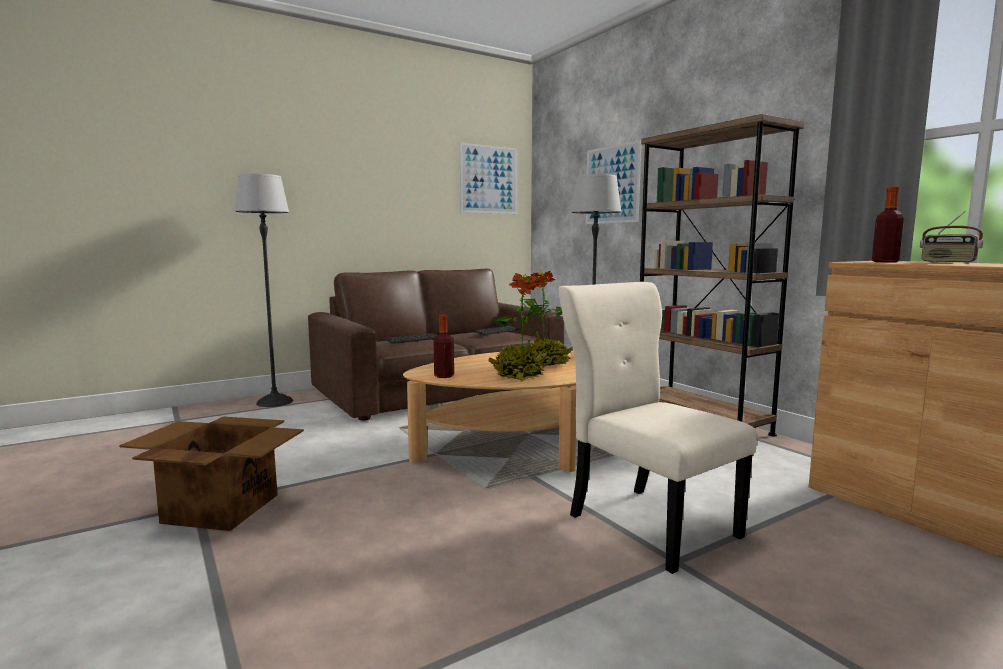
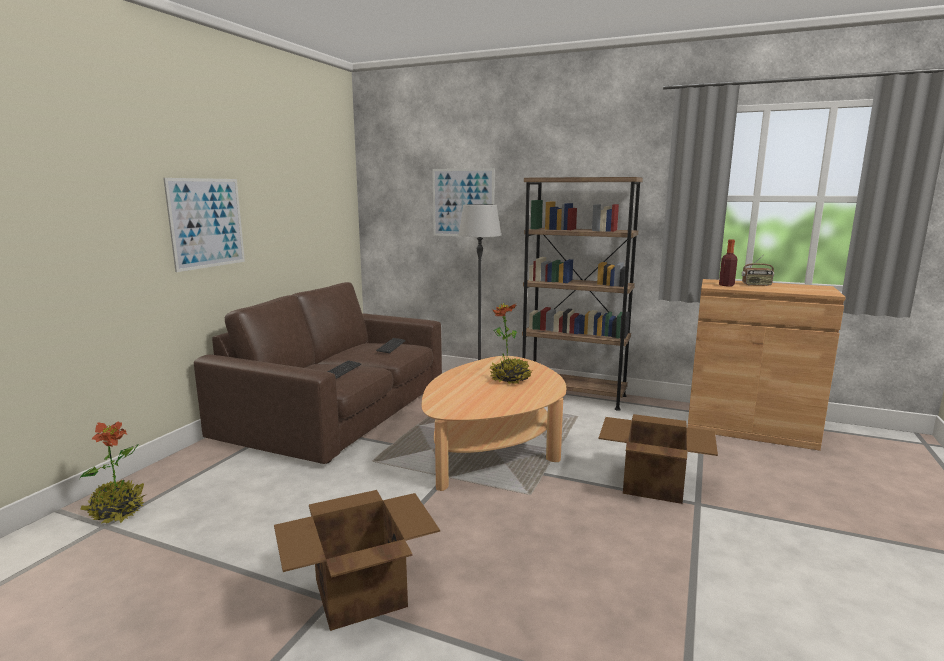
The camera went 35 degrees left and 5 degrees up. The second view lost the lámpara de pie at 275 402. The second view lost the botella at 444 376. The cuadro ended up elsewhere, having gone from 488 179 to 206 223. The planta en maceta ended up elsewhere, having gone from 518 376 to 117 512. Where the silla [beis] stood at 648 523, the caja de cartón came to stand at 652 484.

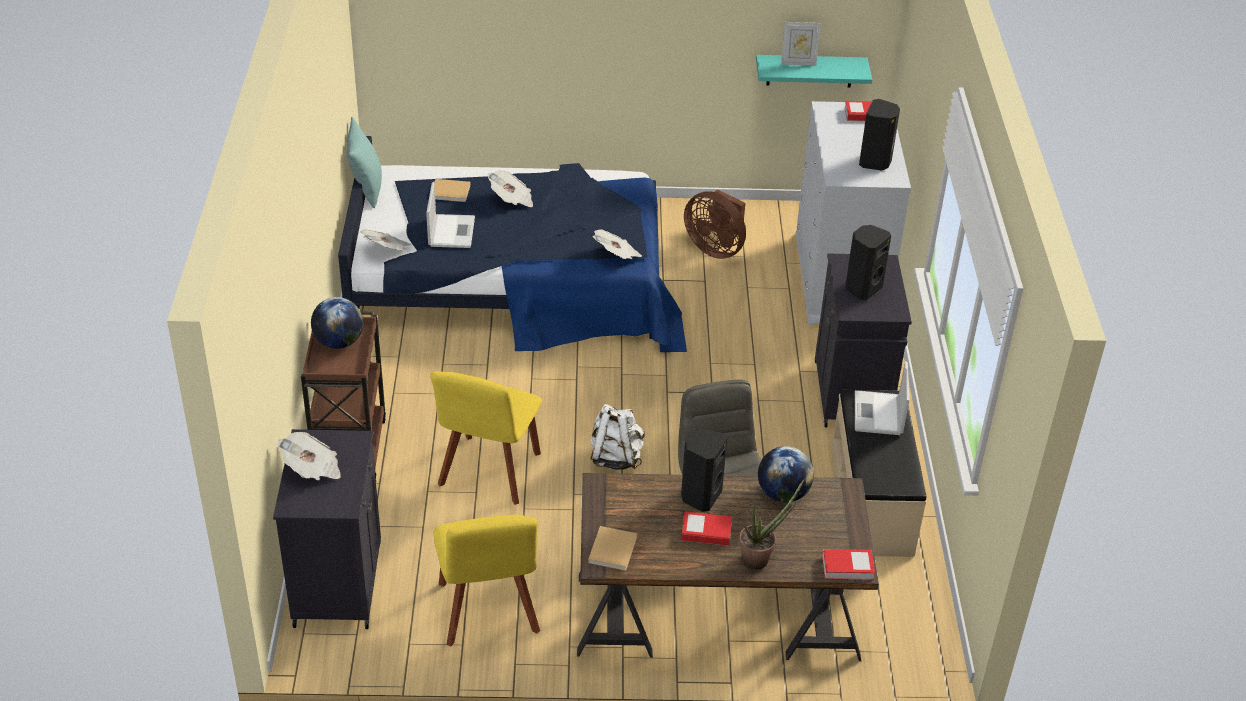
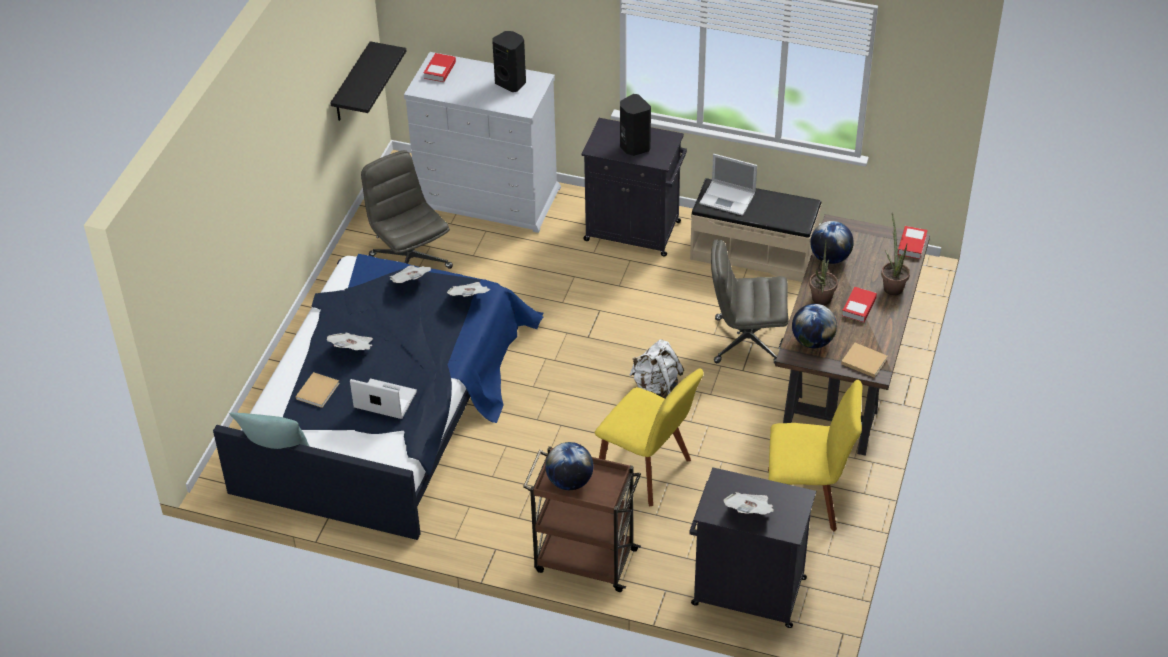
The camera went 70 degrees left and 5 degrees up. The periódico ended up elsewhere, having gone from 387 250 to 411 282. Where the altavoz [negro] stood at 700 496, the planta en maceta came to stand at 820 301. Where the ventilador [marrón] stood at 715 248, the silla de oficina [gris] came to stand at 410 261. What was the estante [turquesa] at 810 71 turned into the estante [negro] at 352 84. The second view lost the portarretratos at 798 63. The second view gained the globo terráqueo at 812 341.

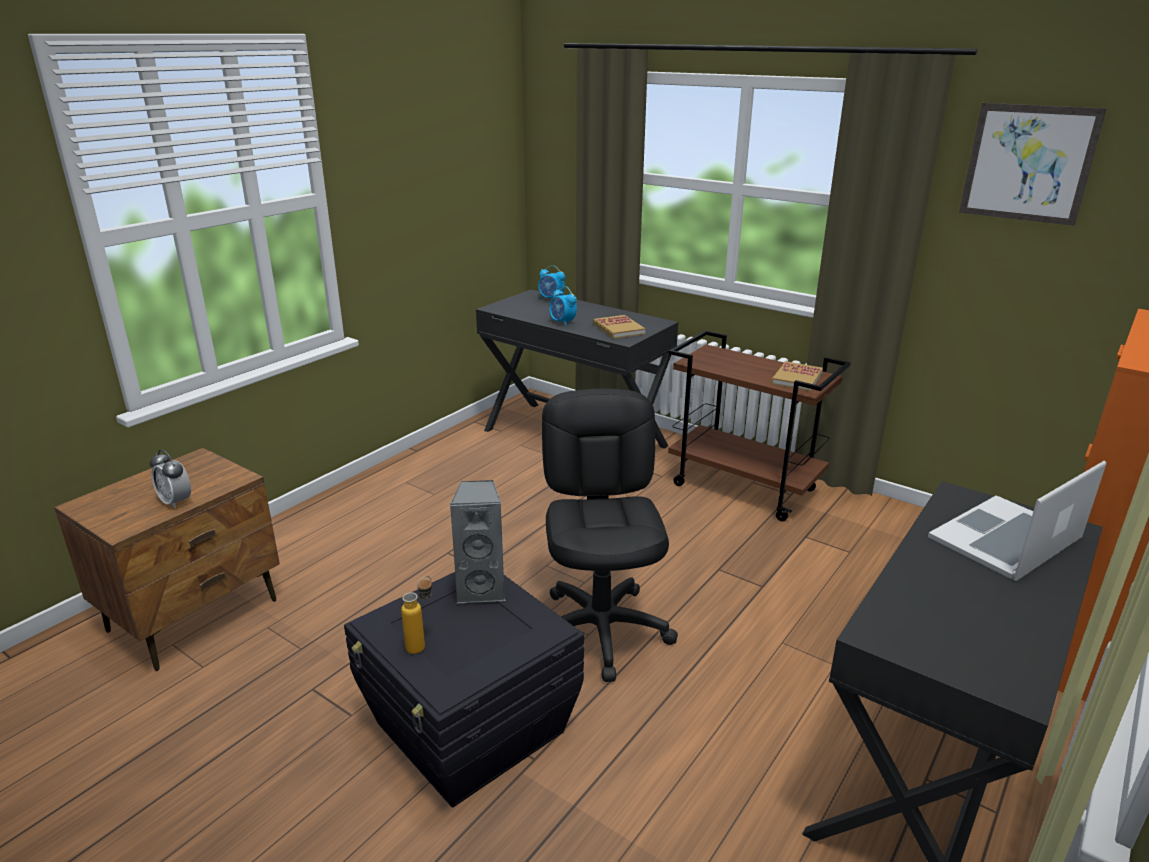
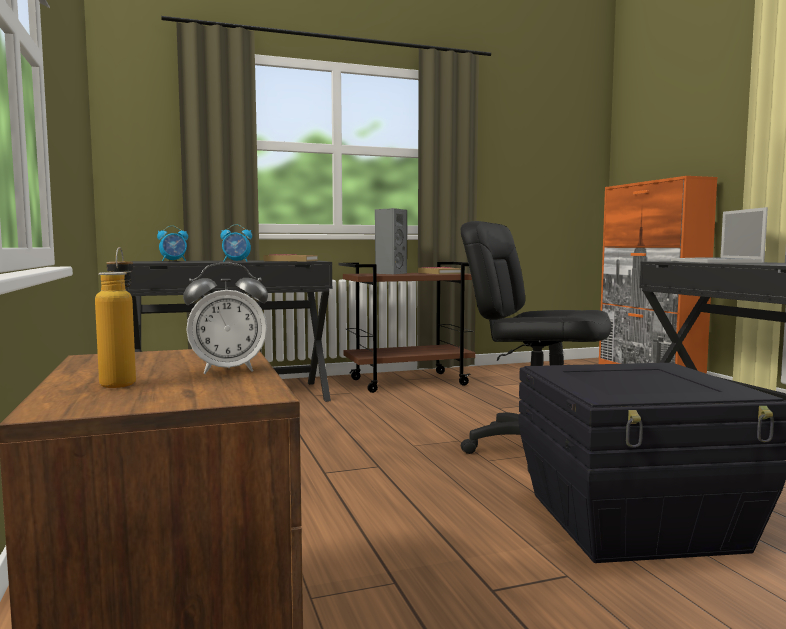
The camera went 55 degrees left and 20 degrees down. The botella ended up elsewhere, having gone from 422 644 to 121 382. The altavoz [gris] ended up elsewhere, having gone from 482 589 to 390 273. The second view lost the cuadro at 1028 163.

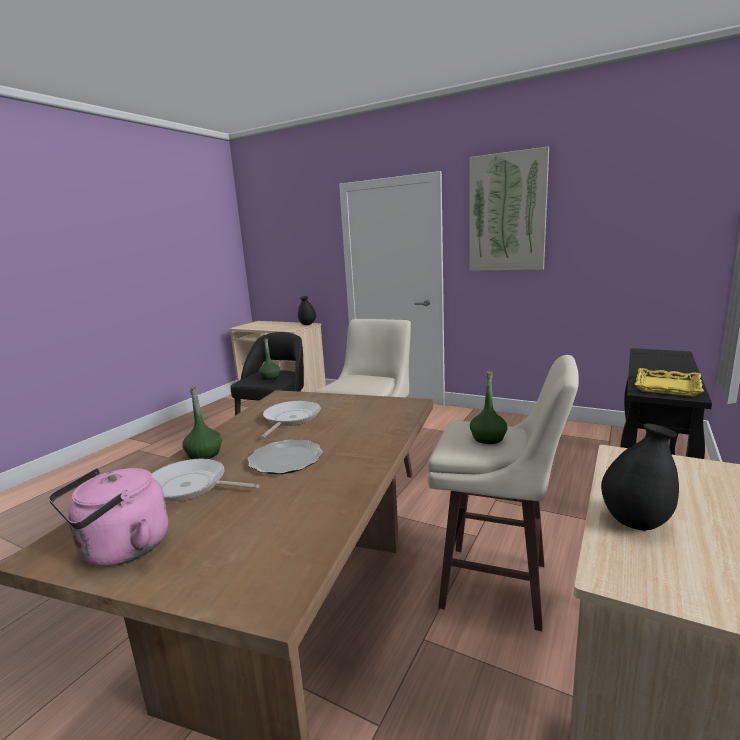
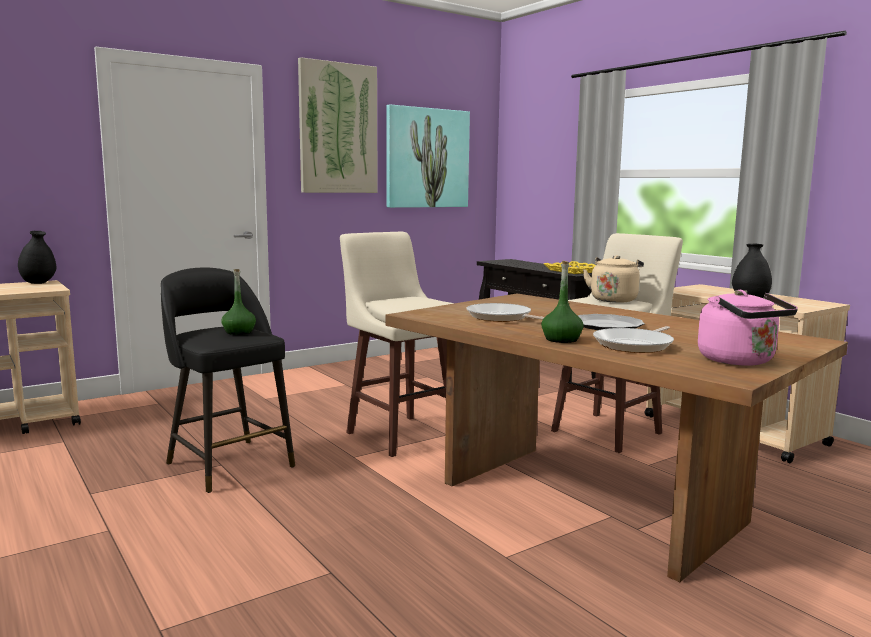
The camera went 65 degrees left and 5 degrees down. Where the botella [verde] stood at 488 438, the hervidor [beis] came to stand at 614 299. The second view gained the cuadro at 427 158.

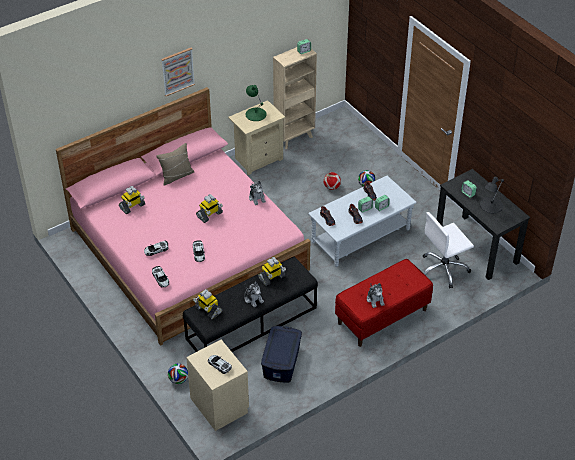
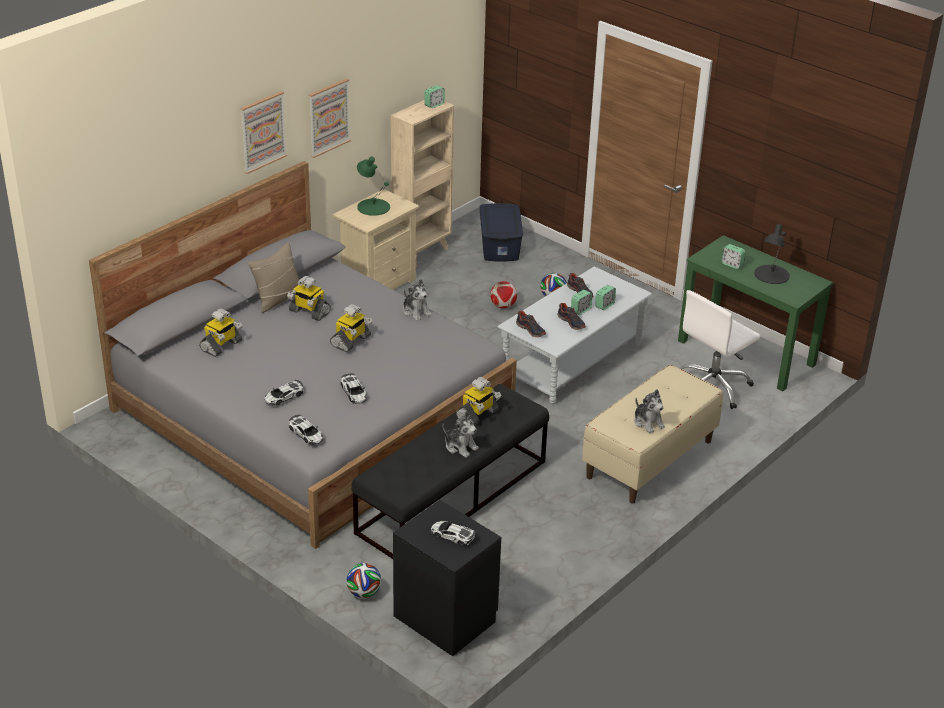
The camera went 15 degrees left and 10 degrees down. What was the cama [rosa] at 188 249 turned into the cama [gris] at 312 411. What was the mesita de noche [beis] at 220 405 turned into the mesita de noche [negro] at 446 618. The robot de juguete ended up elsewhere, having gone from 208 310 to 309 312. The caja de almacenaje [azul] ended up elsewhere, having gone from 282 362 to 500 245. What was the banco [rojo] at 382 317 turned into the banco [beis] at 649 459. What was the escritorio [negro] at 476 247 turned into the escritorio [verde] at 746 353. The second view gained the cuadro at 329 117.

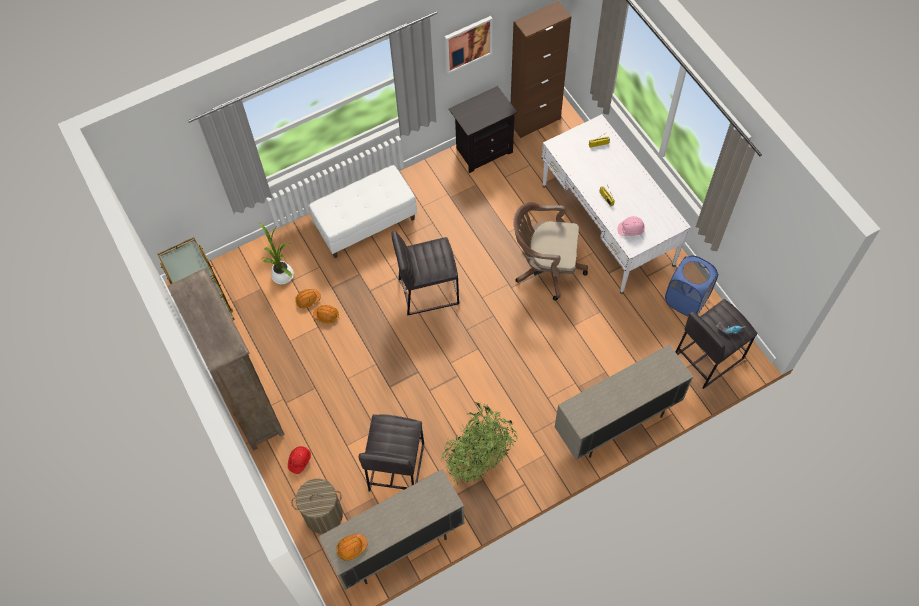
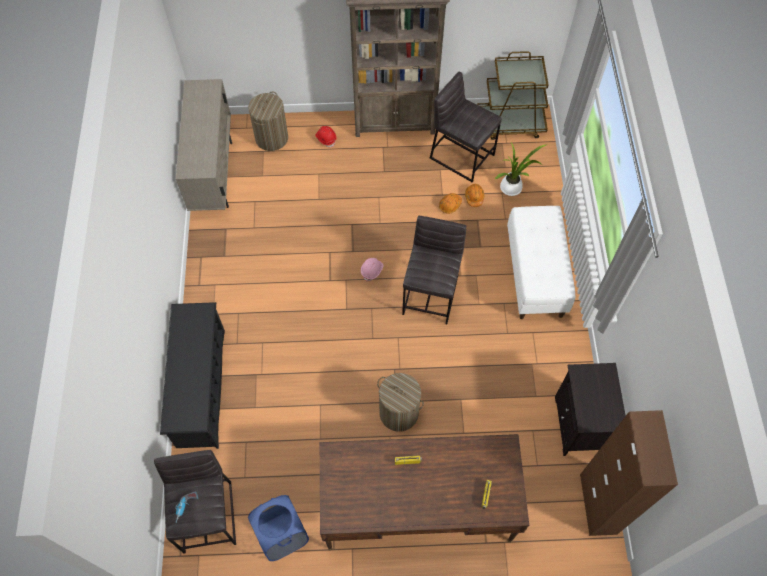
The camera went 115 degrees right and 0 degrees up. The second view lost the casco [naranja] at 351 548. The taburete [gris] ended up elsewhere, having gone from 395 467 to 462 155. The second view lost the planta en maceta at 478 460. The second view lost the cuadro at 468 44. Where the silla de oficina [marrón] stood at 545 268, the cesto de la ropa came to stand at 399 413. What was the escritorio [blanco] at 607 224 turned into the escritorio [marrón] at 418 506. Where the armario [beis] stood at 616 423, the zapatero [negro] came to stand at 201 388. The casco [rosa] ended up elsewhere, having gone from 630 230 to 372 270.

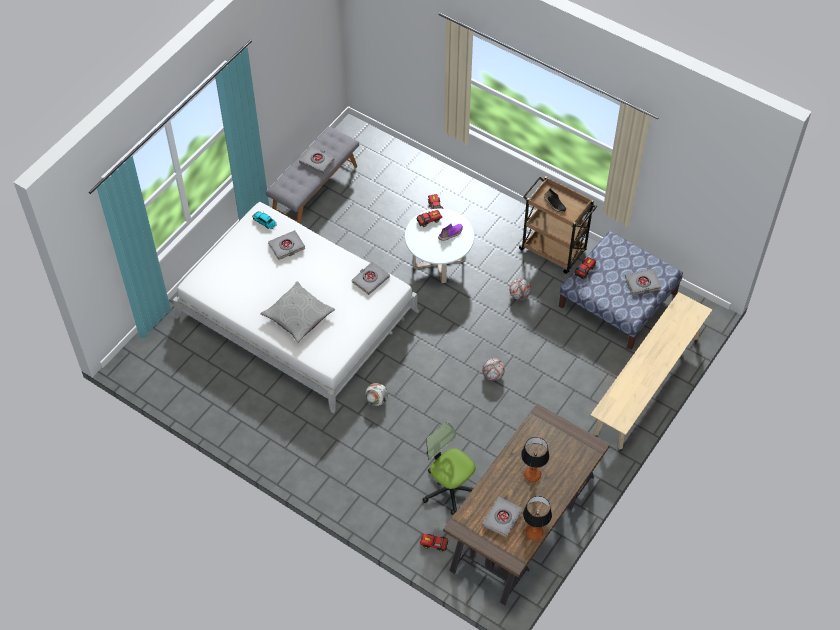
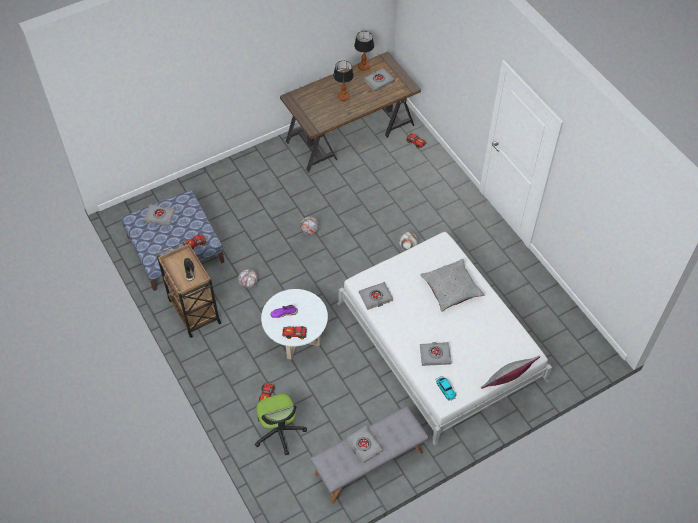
The camera went 155 degrees left and 0 degrees up. The silla de oficina ended up elsewhere, having gone from 449 488 to 279 432. The second view lost the banco [beis] at 647 385. The second view gained the cojín [gris] at 506 383.

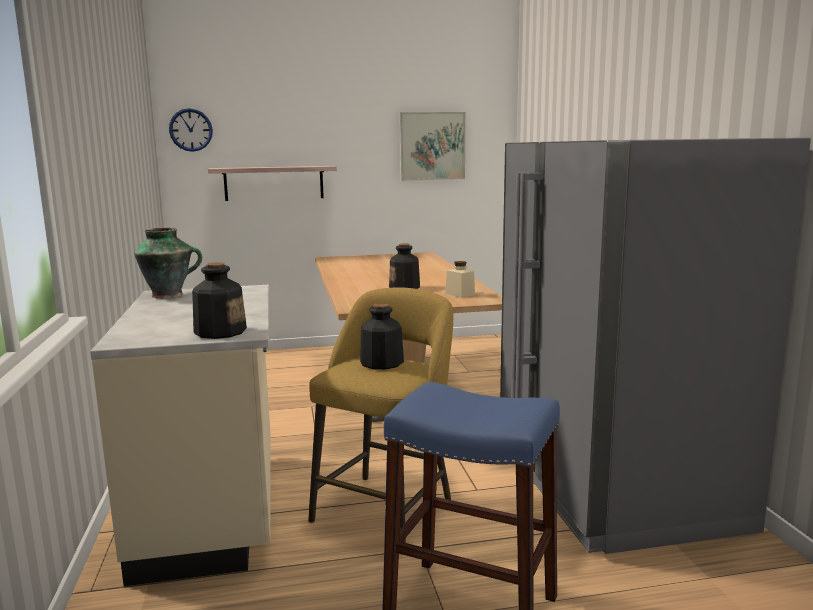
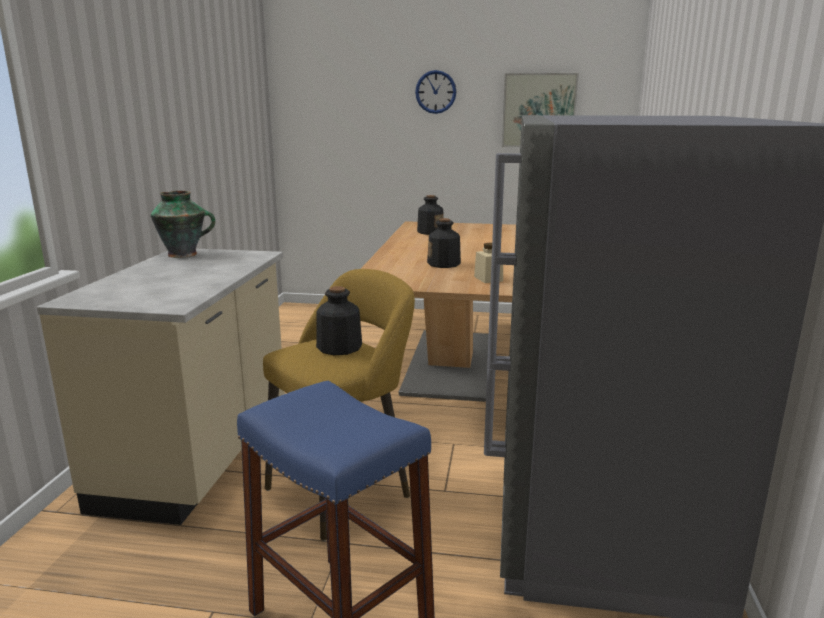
The camera went 20 degrees right and 5 degrees up. The reloj de pared ended up elsewhere, having gone from 191 130 to 435 92. The botella ended up elsewhere, having gone from 220 332 to 430 232. The second view lost the estante at 274 183.

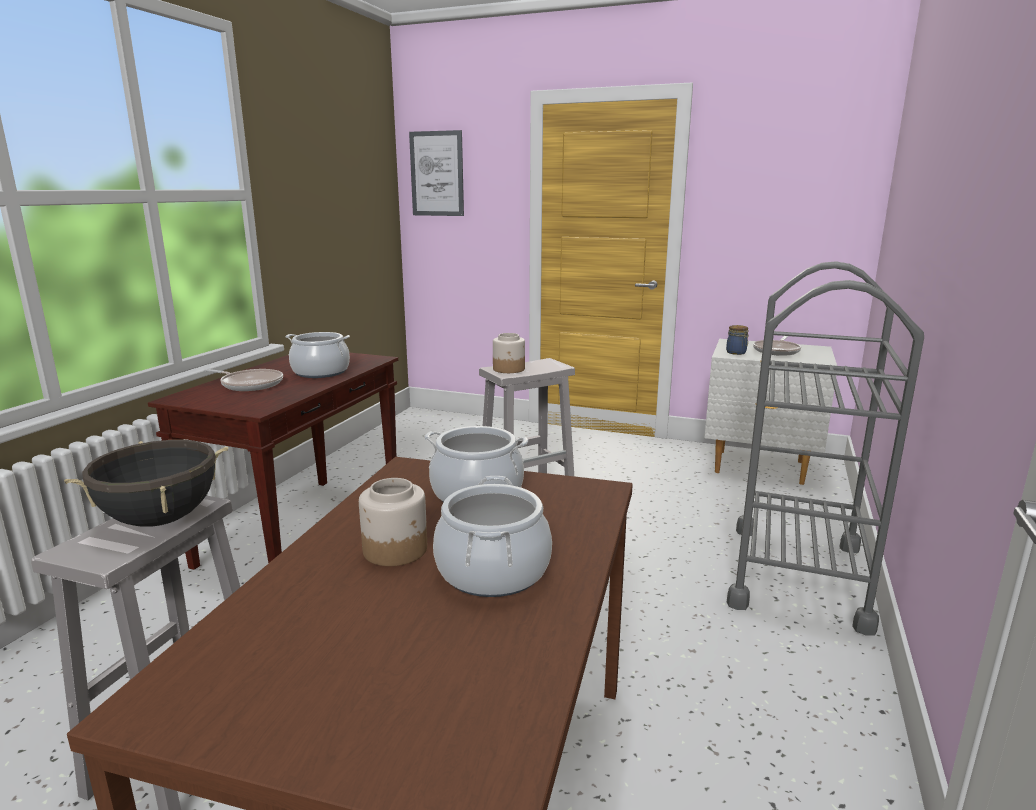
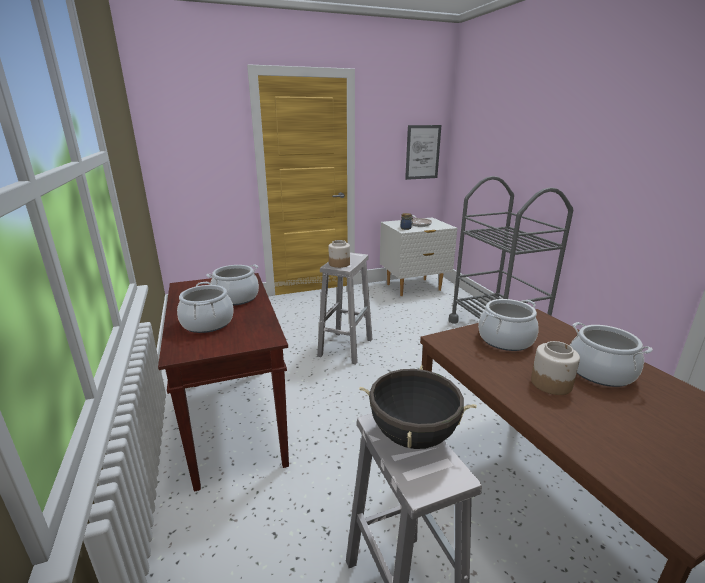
The camera went 40 degrees left and 5 degrees up. Where the sartén stood at 249 384, the olla came to stand at 207 323. The cuadro ended up elsewhere, having gone from 437 174 to 422 152.

